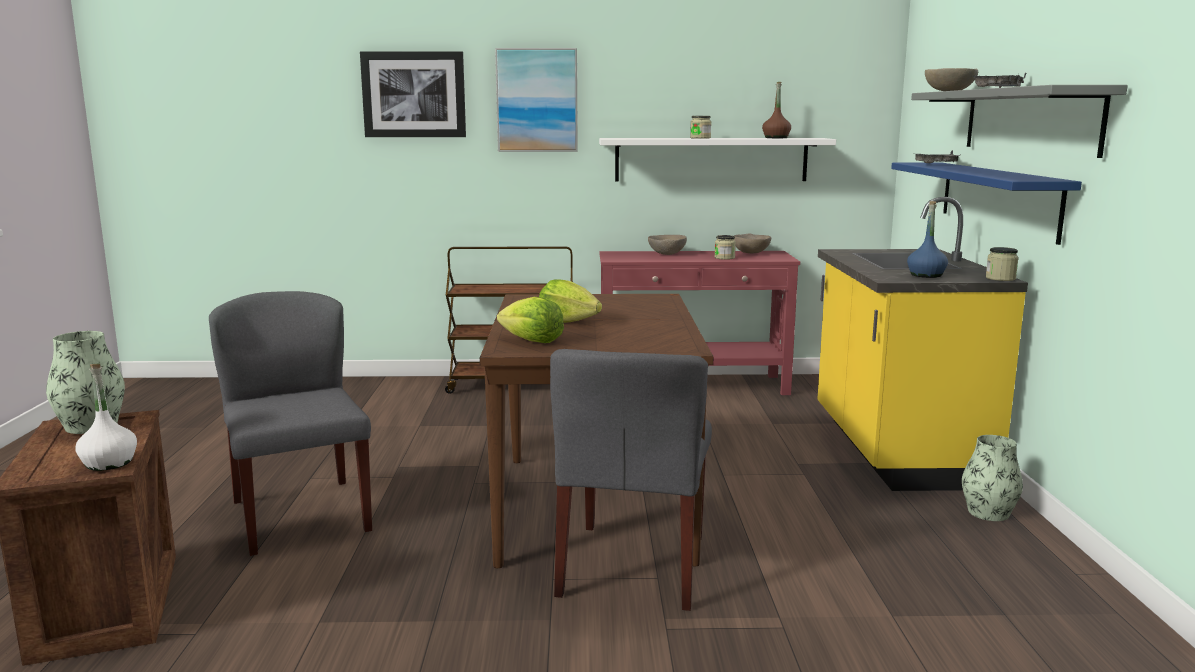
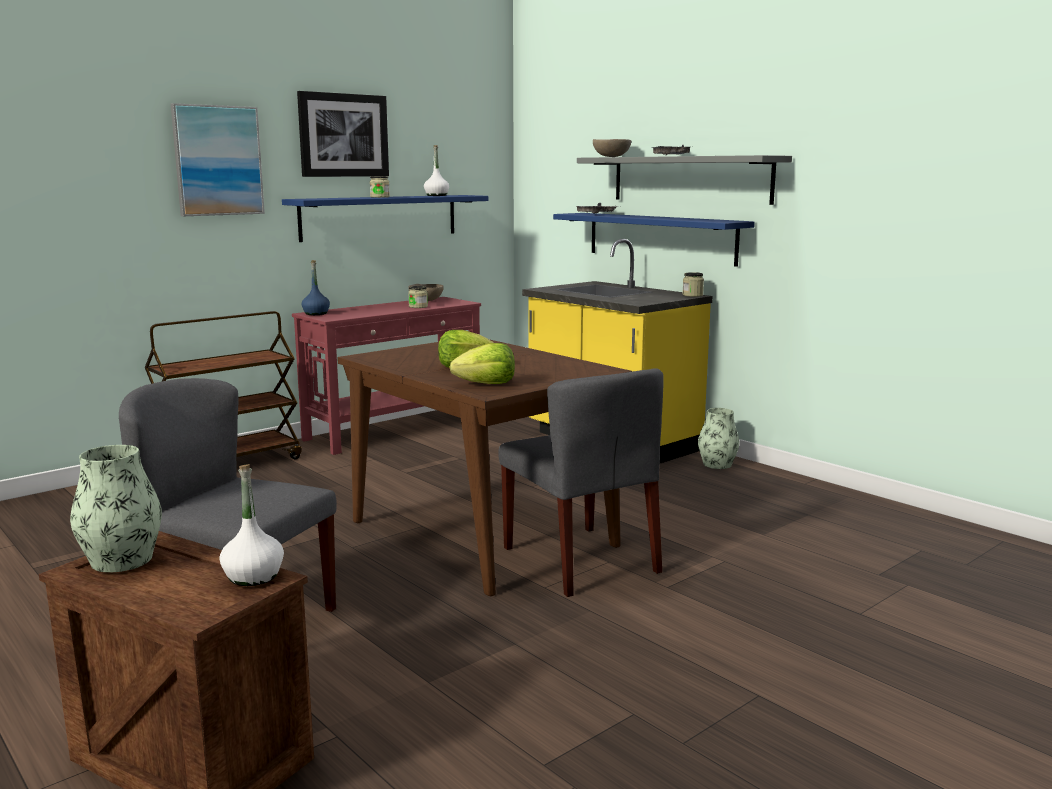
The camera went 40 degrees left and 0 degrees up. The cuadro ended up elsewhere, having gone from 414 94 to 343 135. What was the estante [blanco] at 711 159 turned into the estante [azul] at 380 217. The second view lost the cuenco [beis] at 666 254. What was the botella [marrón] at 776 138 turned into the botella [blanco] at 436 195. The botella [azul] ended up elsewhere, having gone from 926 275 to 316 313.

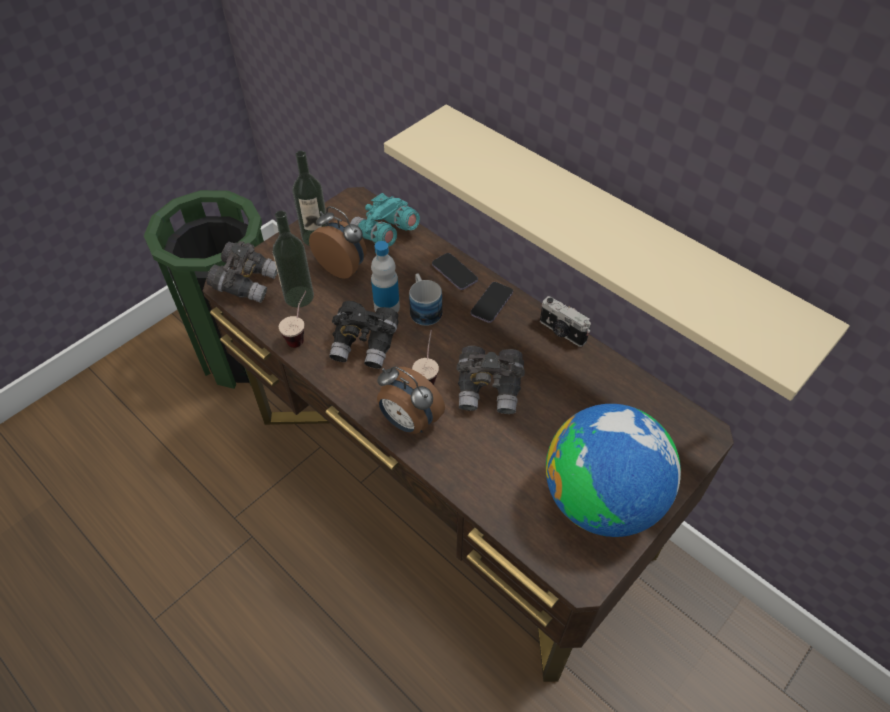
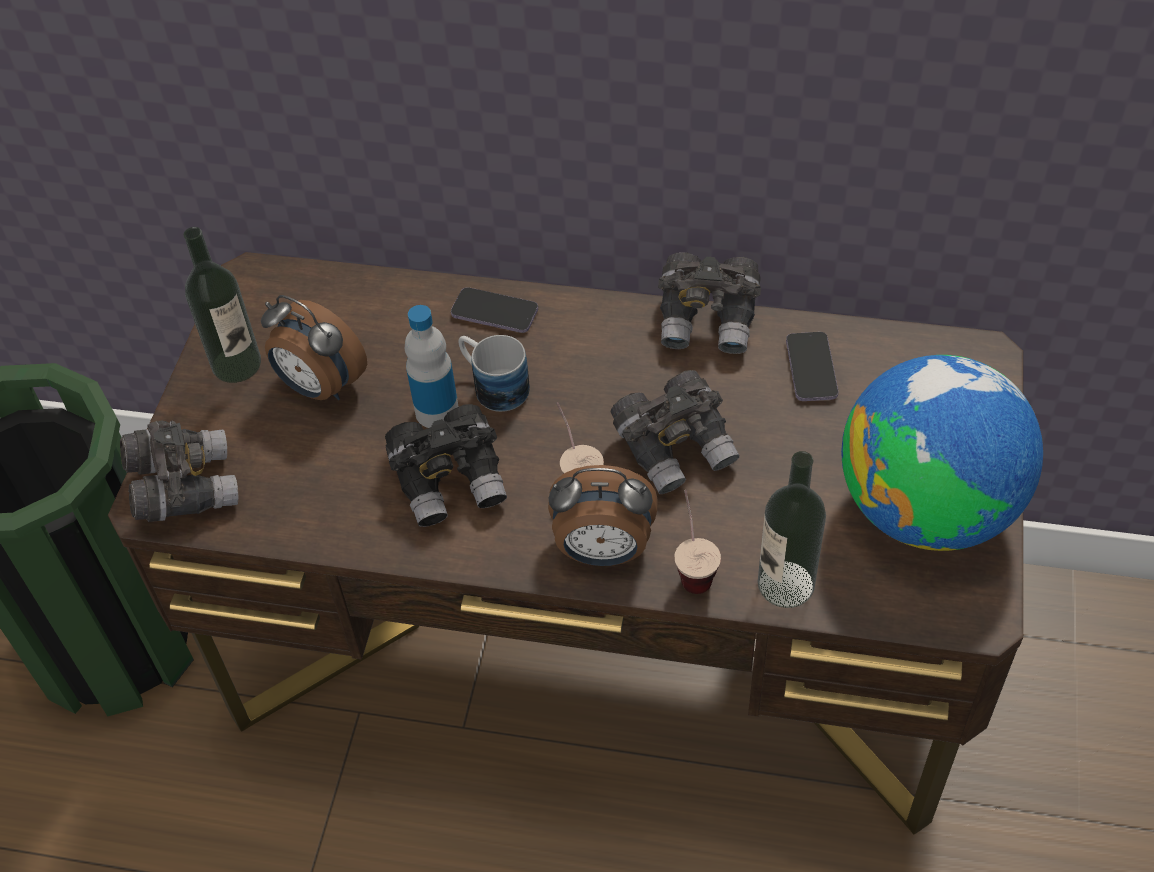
The camera went 30 degrees left and 0 degrees up. The botella ended up elsewhere, having gone from 299 297 to 785 584. The taza ended up elsewhere, having gone from 300 334 to 692 566. The despertador at 343 267 ended up facing another way, 150 degrees counterclockwise from before. The second view lost the prismáticos [turquesa] at 385 234. The second view lost the estante [beis] at 612 236. The móvil ended up elsewhere, having gone from 491 303 to 811 369. Where the cámara stood at 561 332, the prismáticos [gris] came to stand at 708 320.

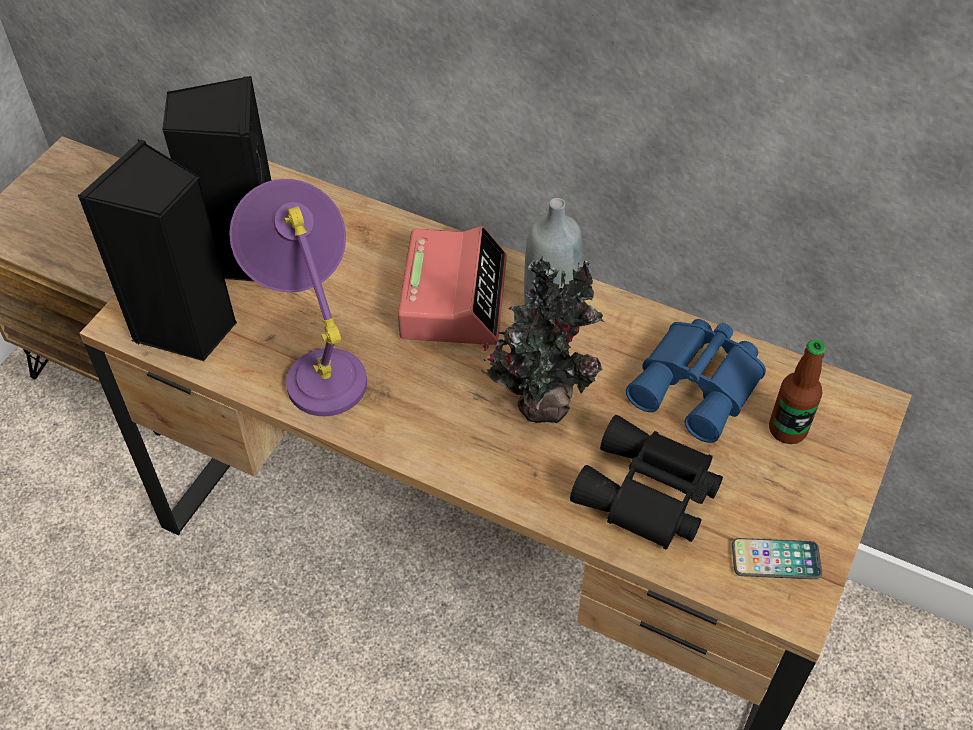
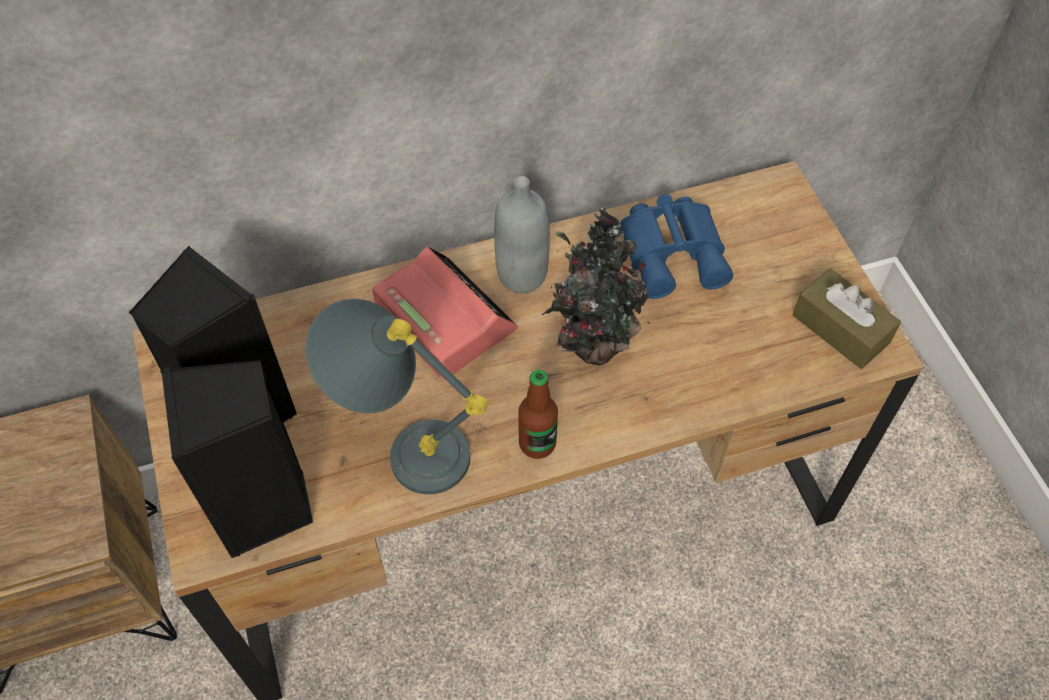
The camera went 45 degrees left and 5 degrees up. What was the lámpara de mesa [morado] at 317 362 turned into the lámpara de mesa [gris] at 402 448. The second view lost the prismáticos [negro] at 648 495. Where the móvil stood at 776 560, the caja de pañuelos [marrón] came to stand at 840 329. The botella ended up elsewhere, having gone from 787 430 to 537 443.

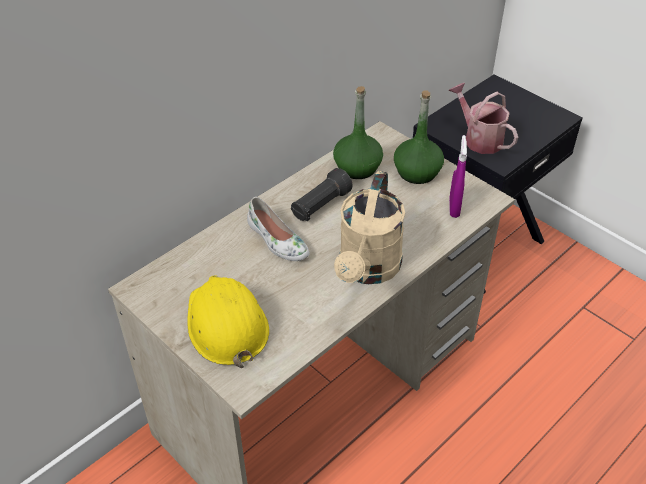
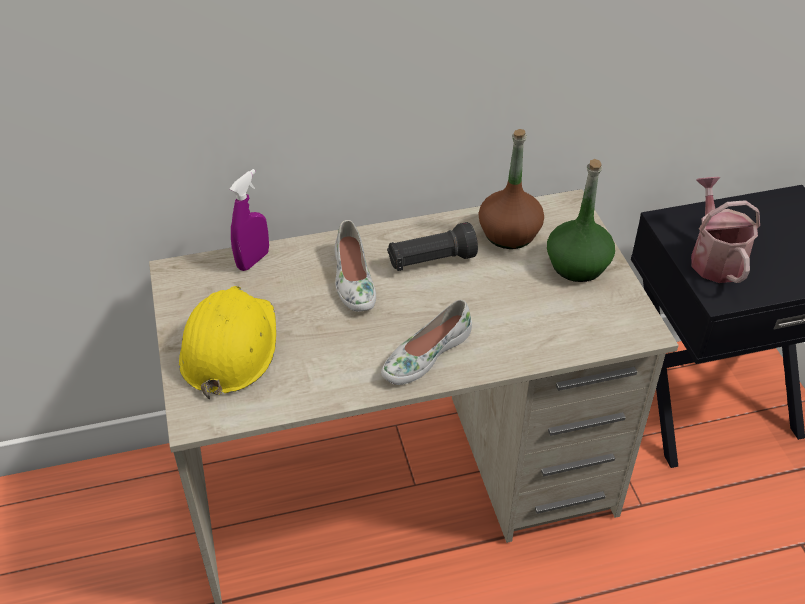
The camera went 30 degrees right and 0 degrees up. What was the botella [verde] at 357 168 turned into the botella [marrón] at 509 234. Where the regadera [beis] stood at 367 270, the zapato [blanco] came to stand at 425 354. The pulverizador [morado] ended up elsewhere, having gone from 454 208 to 253 260.

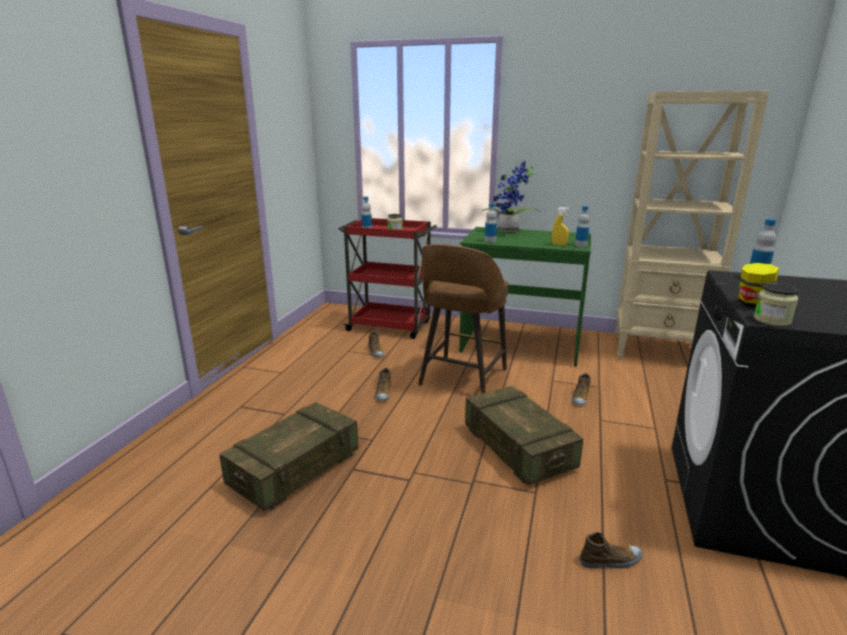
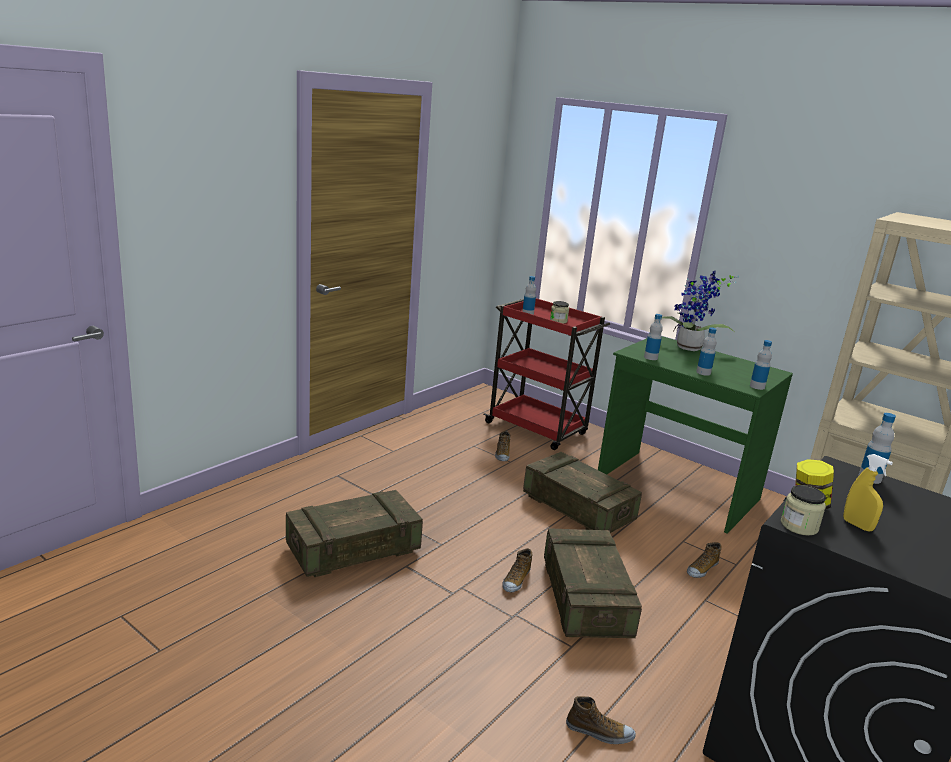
The camera went 20 degrees right and 0 degrees up. The zapato ended up elsewhere, having gone from 383 392 to 516 580. Where the taburete [marrón] stood at 462 378, the caja de embalaje came to stand at 578 509. The pulverizador [amarillo] ended up elsewhere, having gone from 559 245 to 857 525. The second view gained the botella at 703 373.

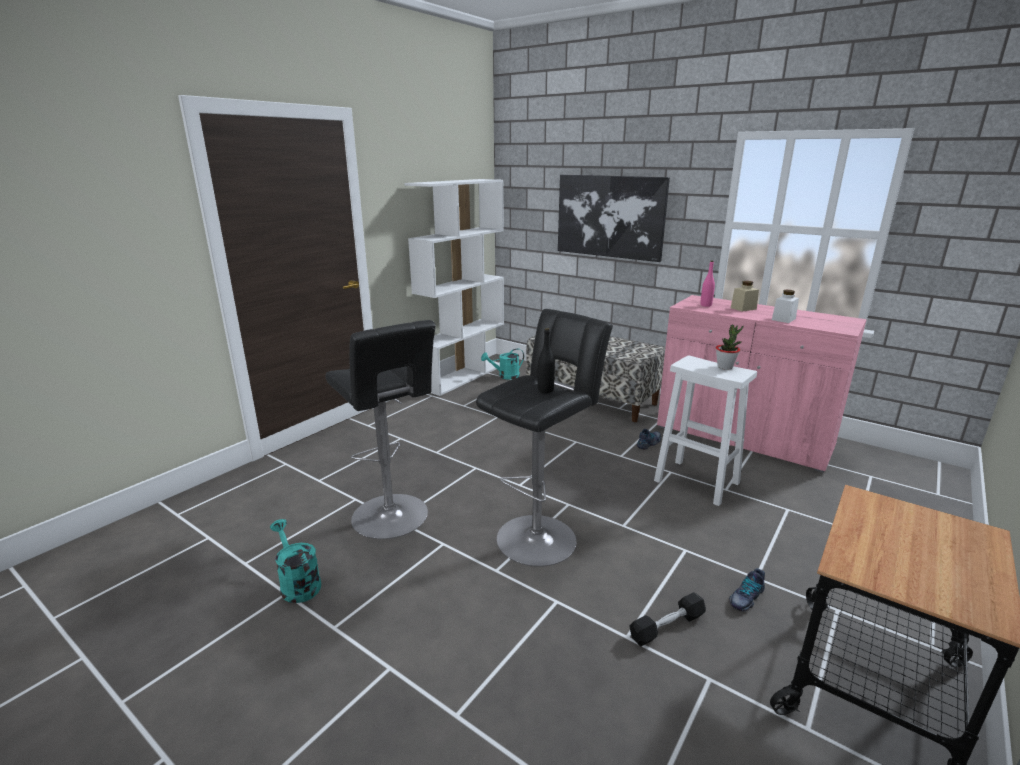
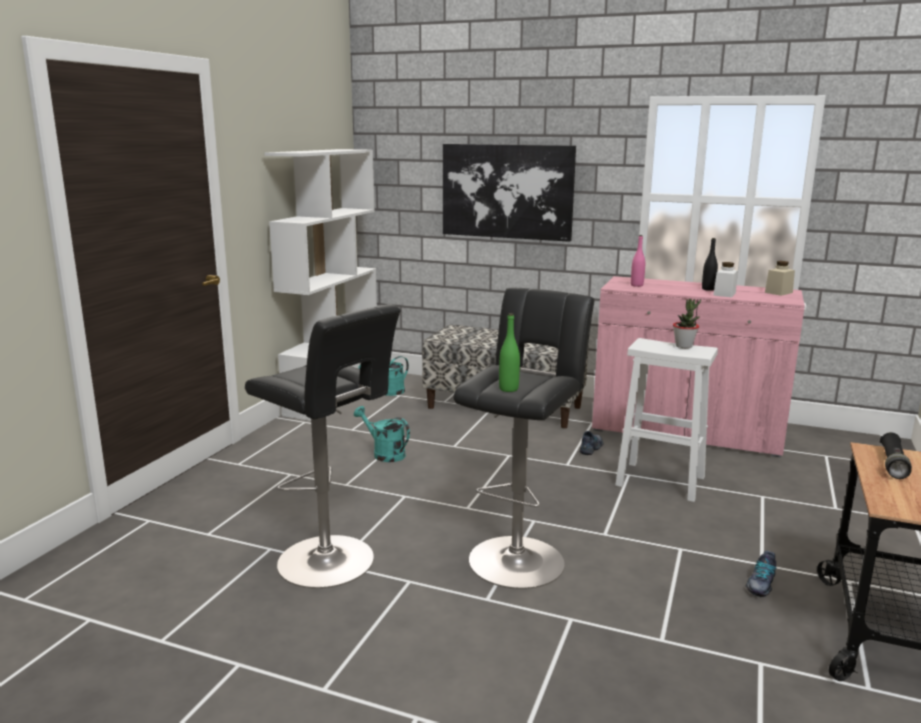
The camera went 15 degrees left and 5 degrees down. The regadera [turquesa] ended up elsewhere, having gone from 298 583 to 384 453. The botella [negro] ended up elsewhere, having gone from 545 390 to 708 289. The second view lost the mancuerna [negro] at 667 627. The tarro [beis] ended up elsewhere, having gone from 743 308 to 778 292. The second view gained the botella [verde] at 508 389. The second view gained the linterna [negro] at 893 464.

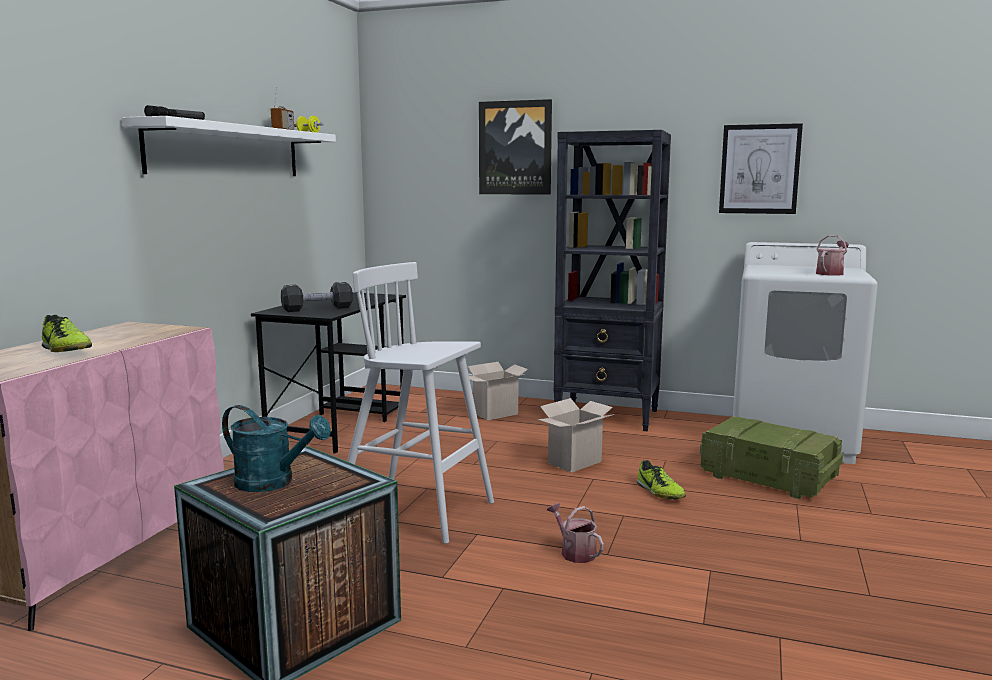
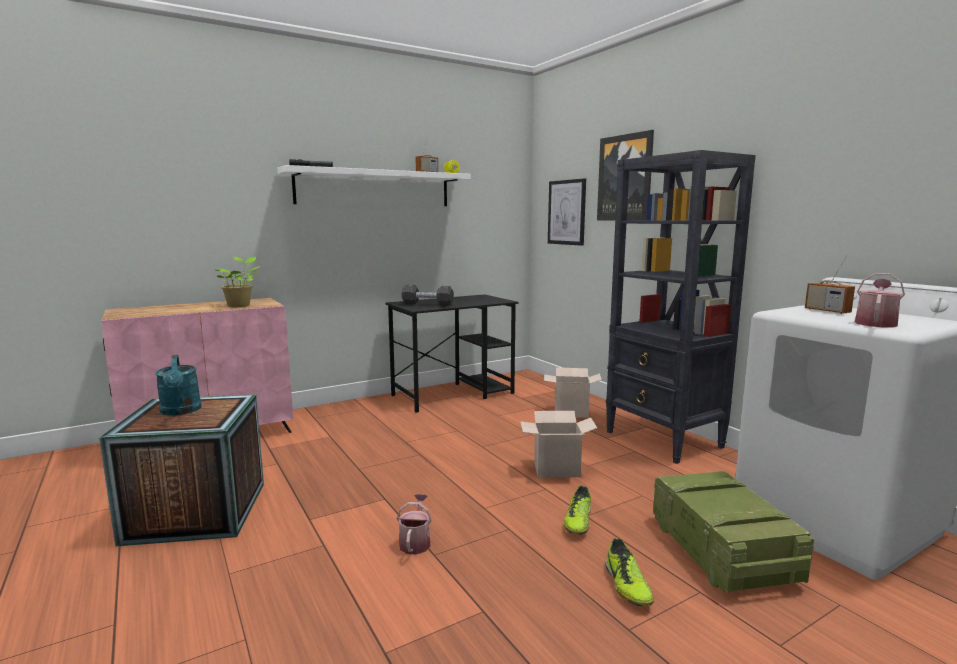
The camera went 40 degrees right and 0 degrees up. The zapato ended up elsewhere, having gone from 66 350 to 626 586. The second view lost the taburete [blanco] at 418 511. The cuadro ended up elsewhere, having gone from 759 169 to 566 212. The regadera at 831 273 ended up facing another way, 45 degrees counterclockwise from before. The second view gained the planta en maceta at 240 305. The second view gained the radio at 827 311.

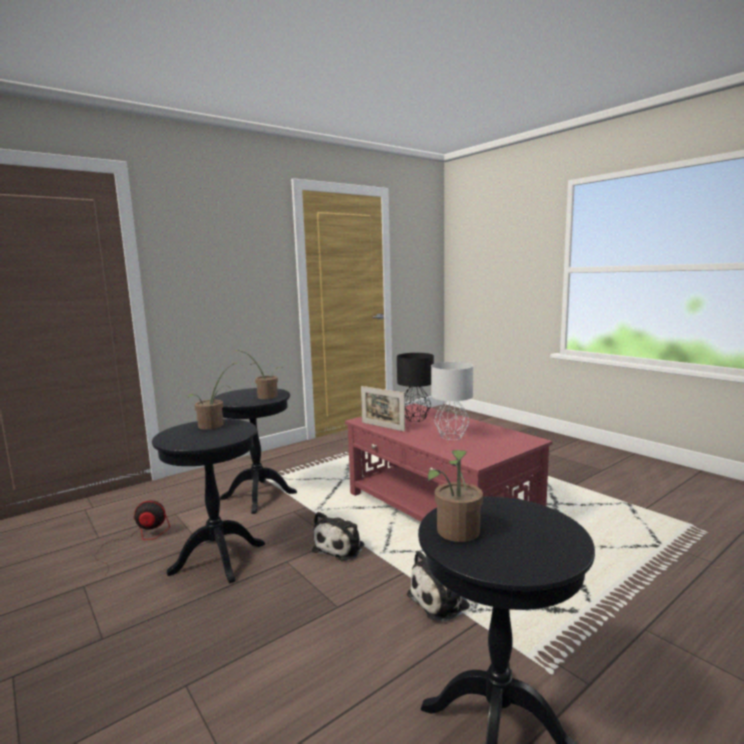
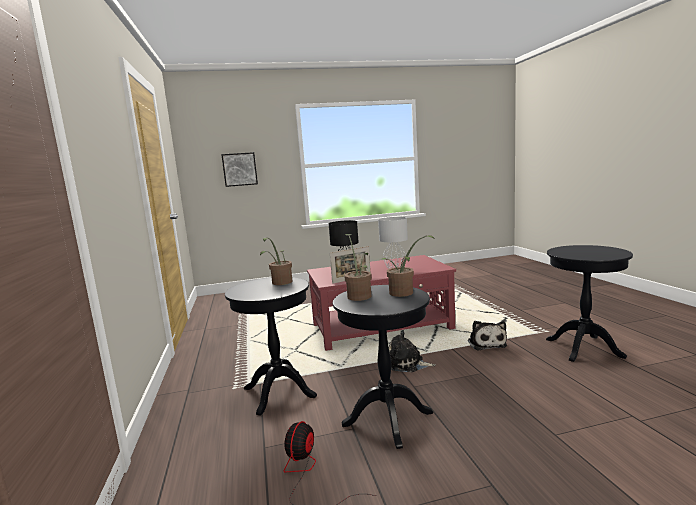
The camera went 65 degrees left and 0 degrees up. The peluche at 341 547 ended up facing another way, 150 degrees clockwise from before. The planta en maceta ended up elsewhere, having gone from 456 534 to 404 293. The second view gained the cuadro at 240 169.

